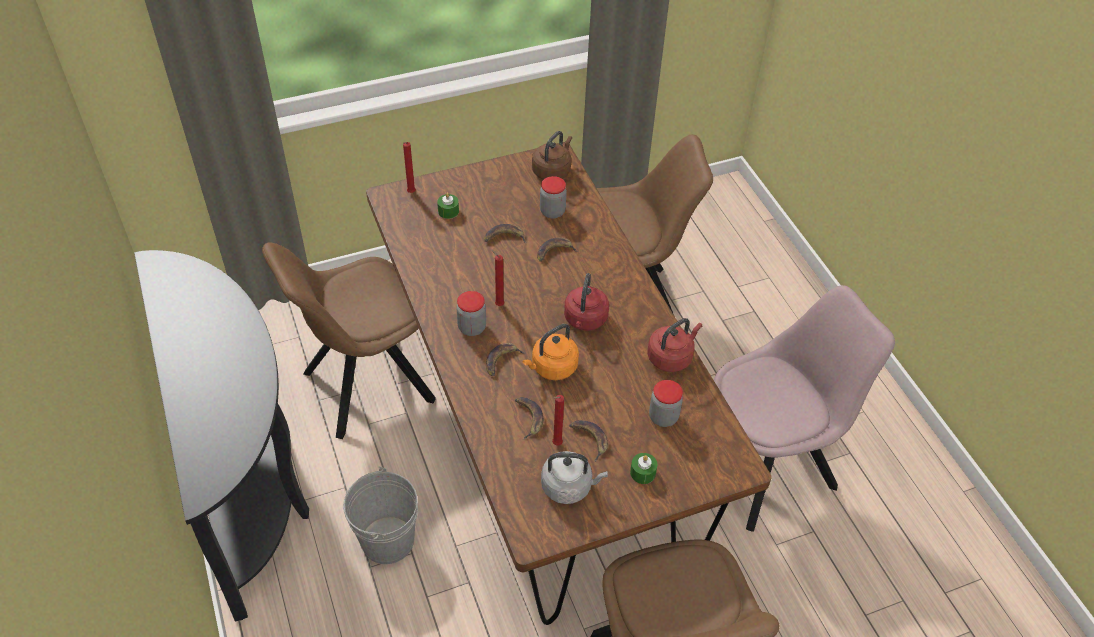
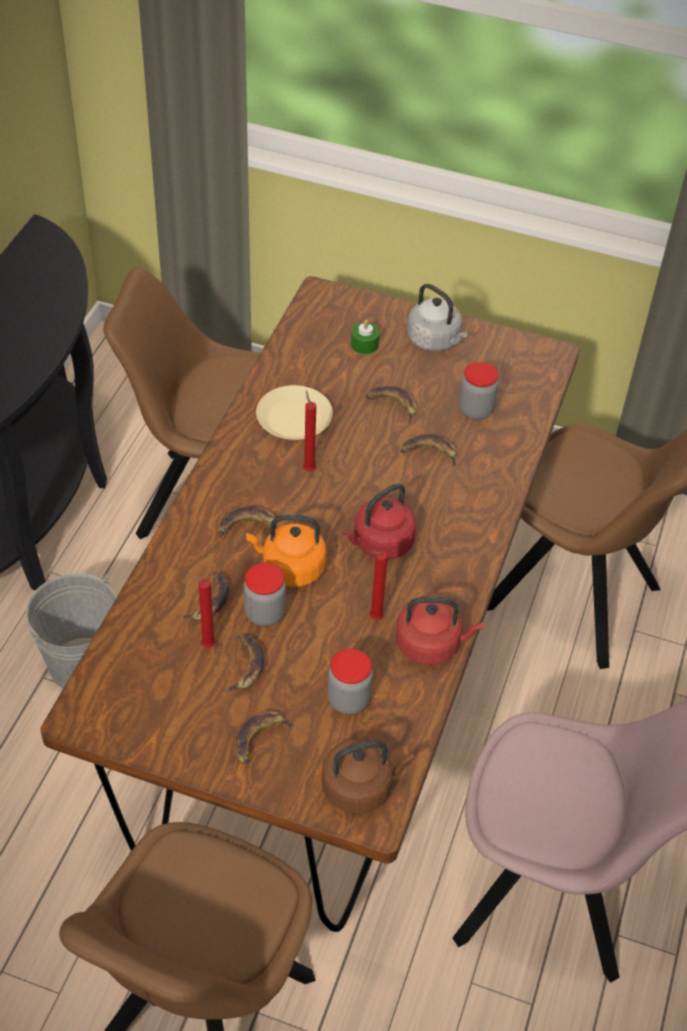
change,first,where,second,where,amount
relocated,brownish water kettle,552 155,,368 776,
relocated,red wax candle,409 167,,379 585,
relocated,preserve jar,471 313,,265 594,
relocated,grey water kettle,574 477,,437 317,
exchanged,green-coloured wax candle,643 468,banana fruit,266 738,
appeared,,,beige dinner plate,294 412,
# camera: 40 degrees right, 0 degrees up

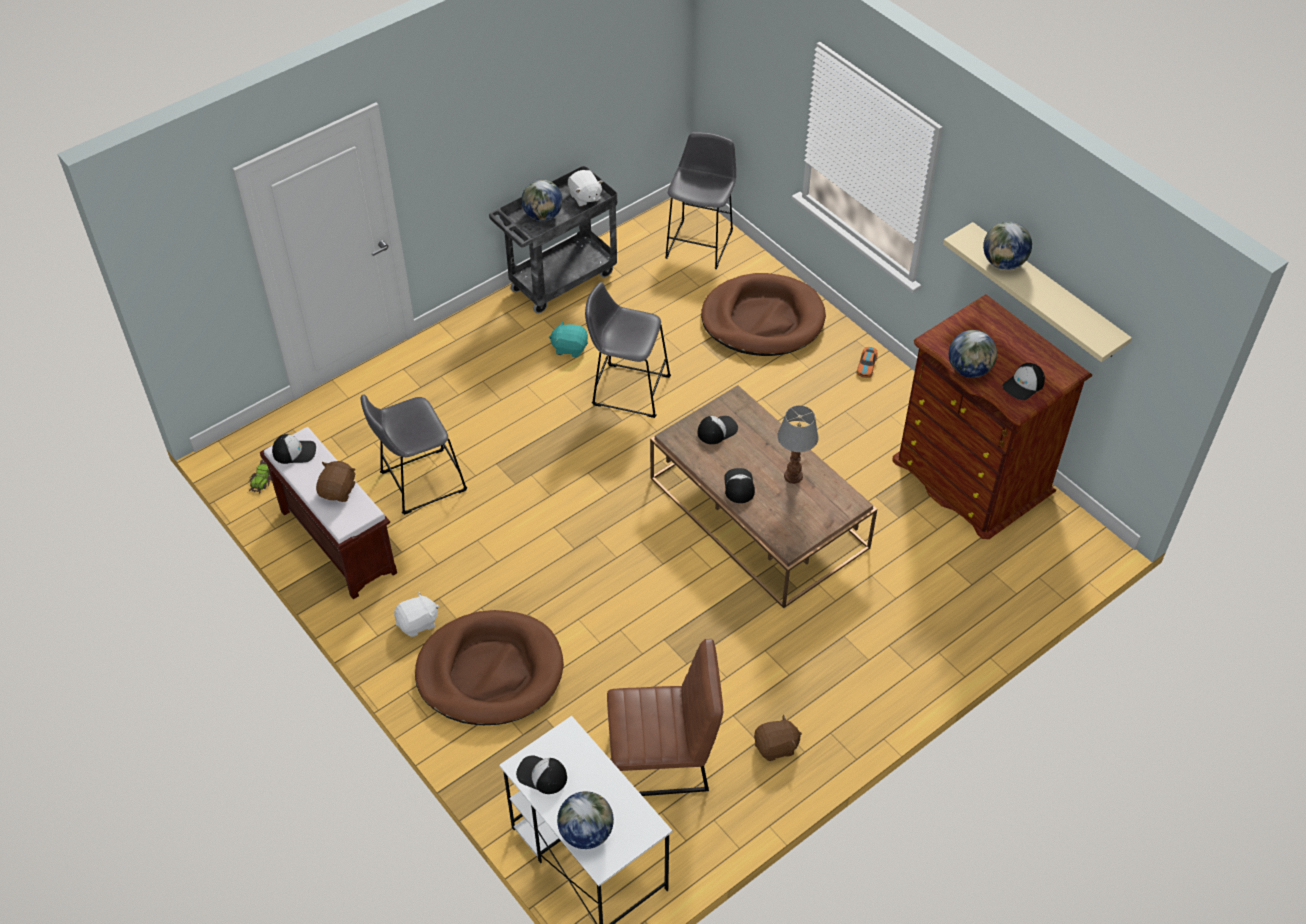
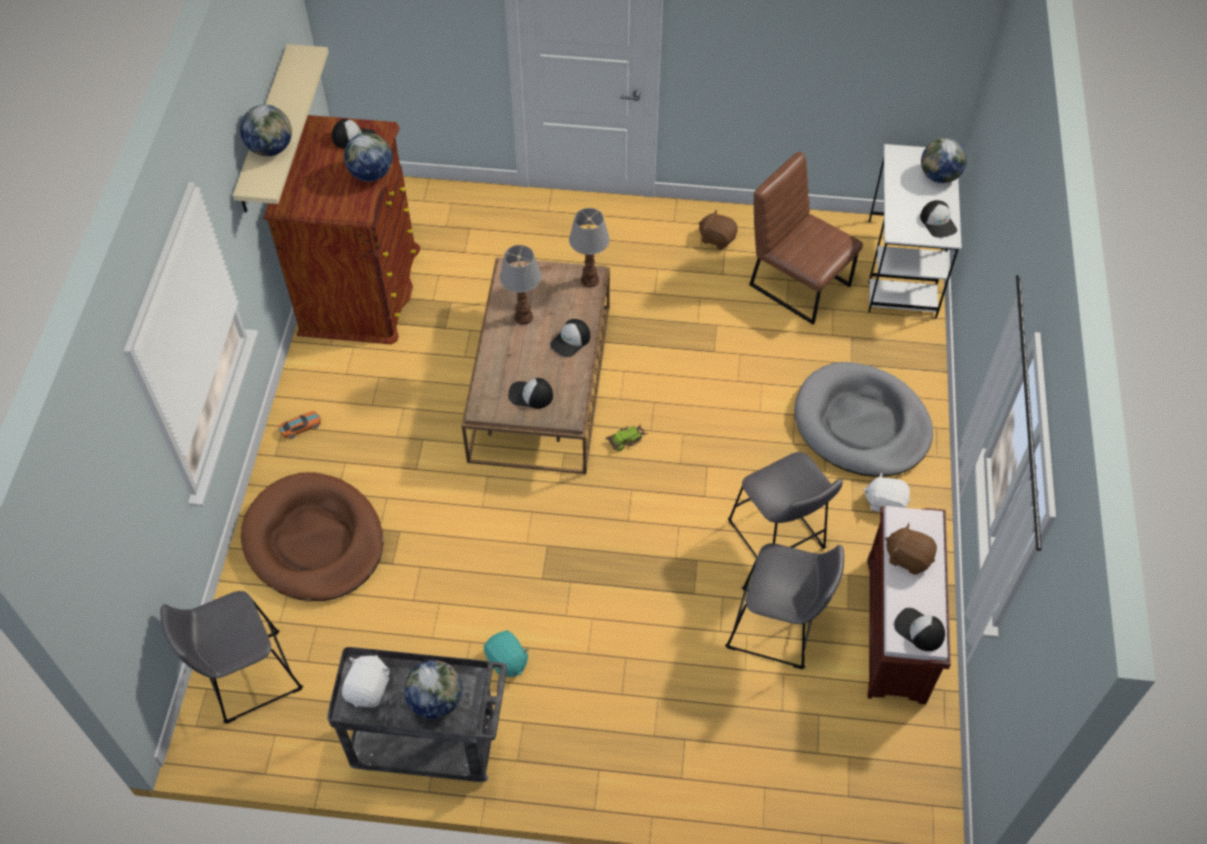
change,first,where,second,where,amount
relocated,grey stool seat,628 350,,785 505,
relocated,toy car,260 477,,627 437,
spun,brownish plush toy,336 481,,911 548,60 degrees clockwise
colour,brownish dog bed,489 667,grey dog bed,863 419,
appeared,,,tabletop lamp,589 248,
# camera: 135 degrees left, 5 degrees up

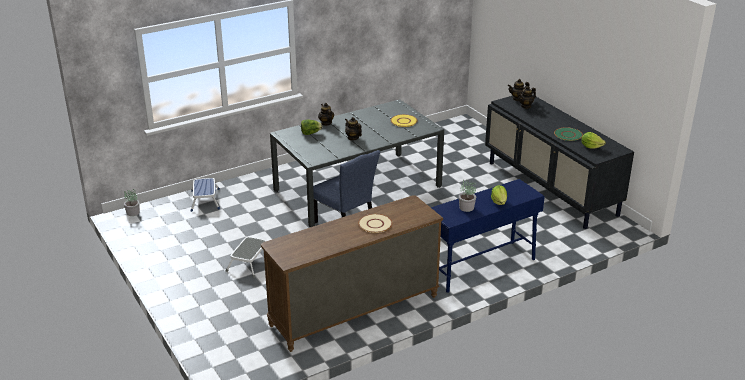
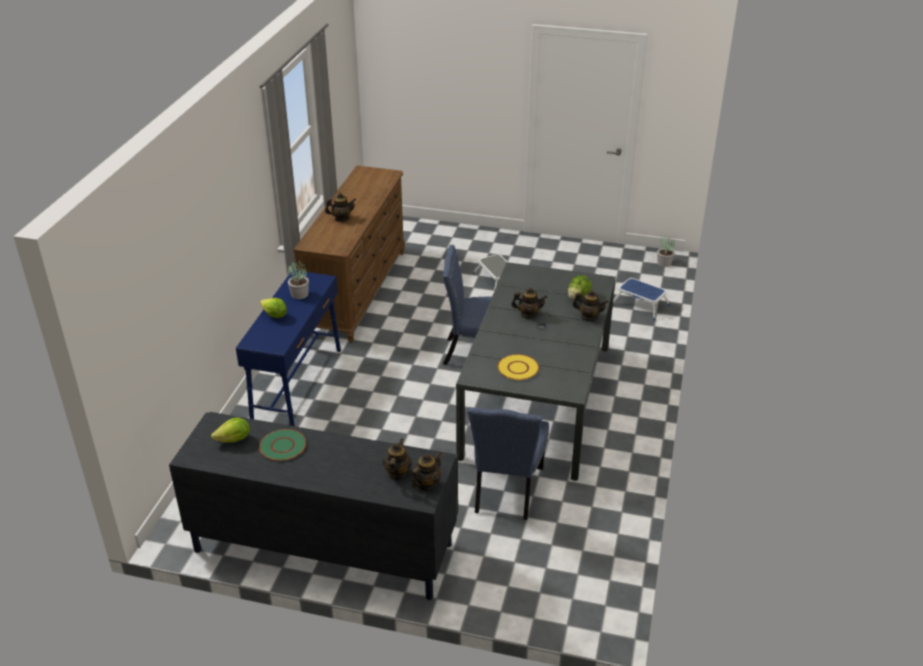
change,first,where,second,where,amount
exchanged,beige dinner plate,375 223,tea pot,340 207,
appeared,,,blue-coloured upright chair,508 463,
# camera: 135 degrees right, 5 degrees up

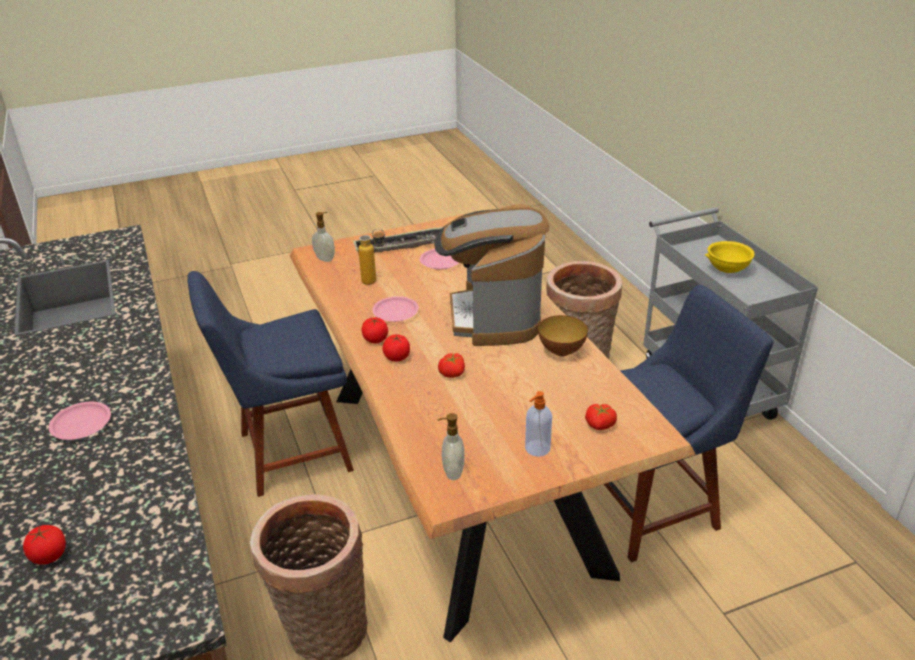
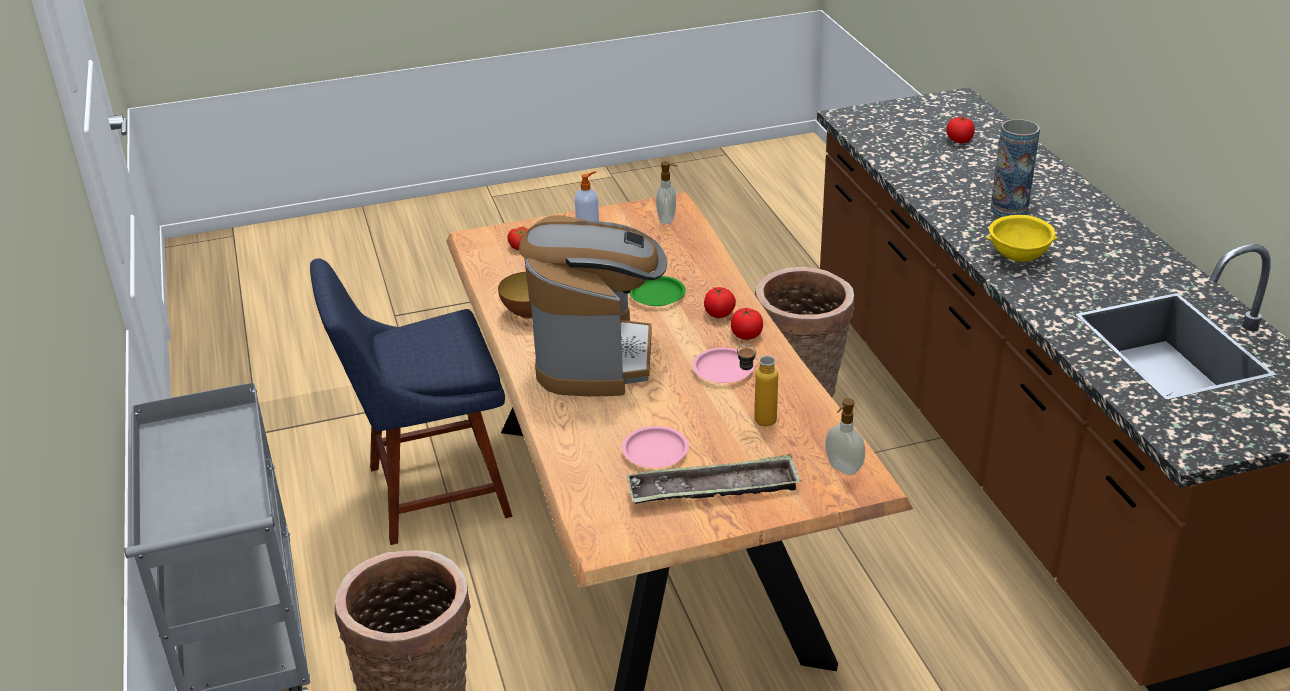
change,first,where,second,where,amount
relocated,yellowish deep dish,730 257,,1022 238,
missing,blue-coloured upright chair,270 384,,,
exchanged,fresh tomato,451 365,green-coloured dinner plate,657 291,
exchanged,pink-coloured dinner plate,80 421,decorative vase,1015 168,
# camera: 175 degrees left, 0 degrees up

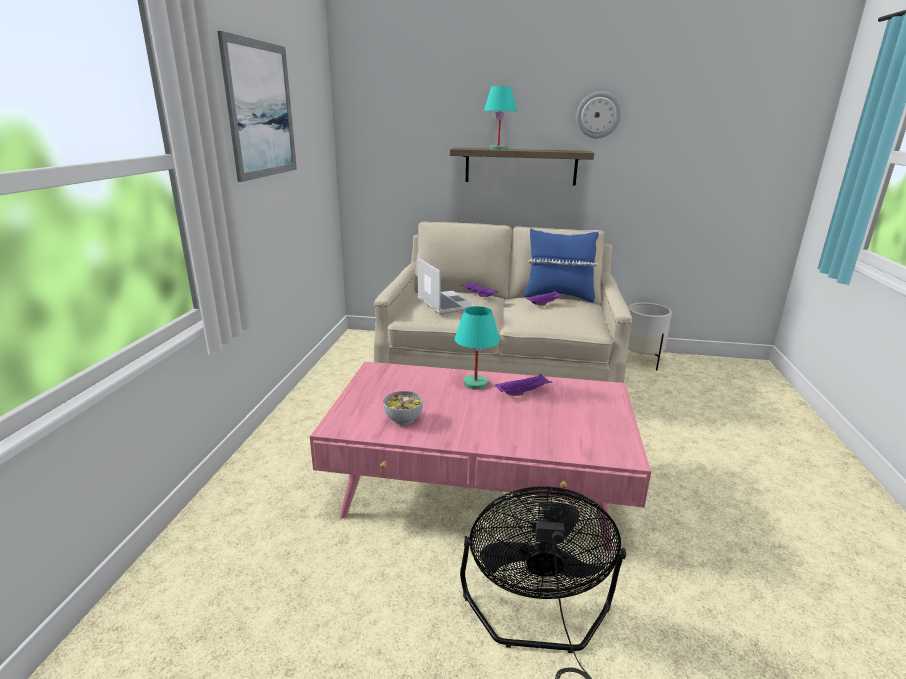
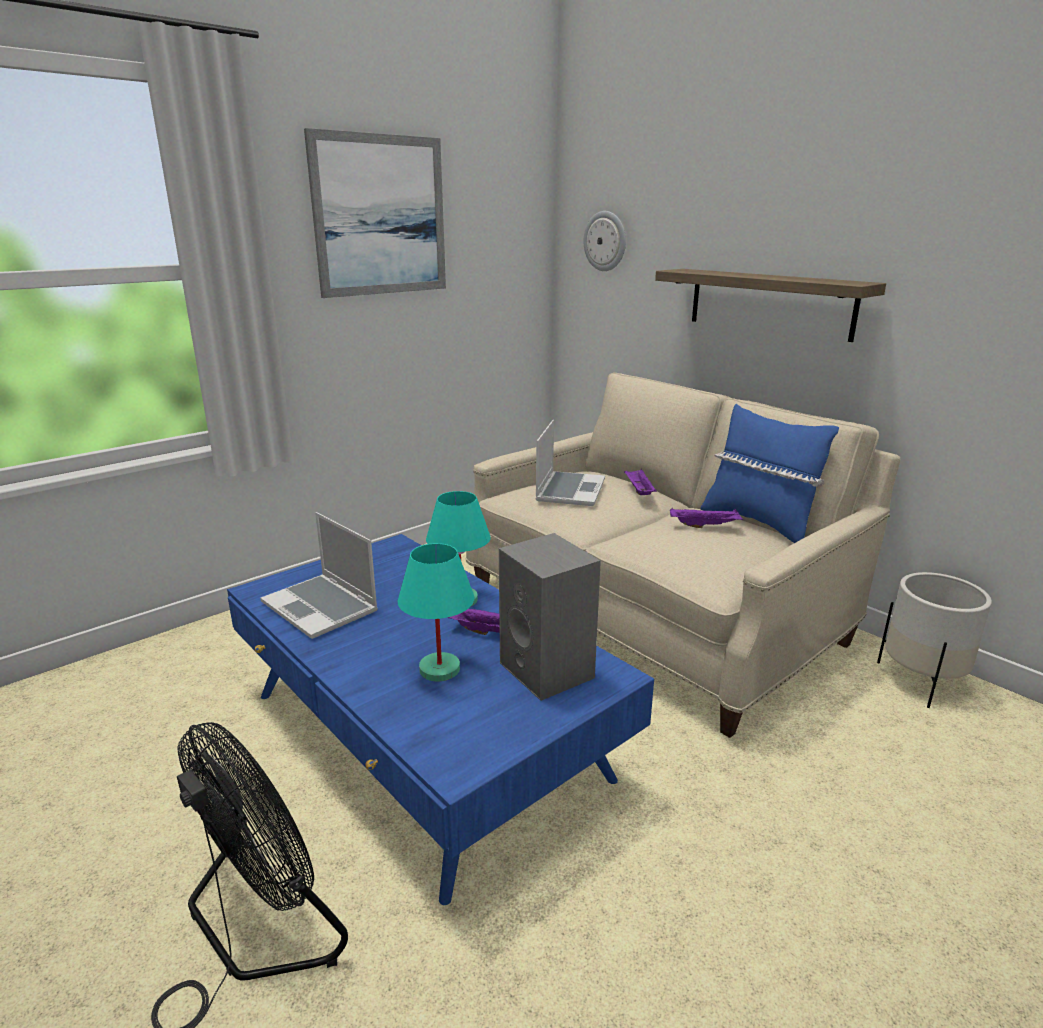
change,first,where,second,where,amount
relocated,turquoise-coloured tabletop lamp,500 118,,436 612,
relocated,wall clock,599 114,,605 241,
colour,pink-coloured low table,480 457,blue-coloured low table,440 719,
exchanged,deep dish,403 408,portable computer,319 575,
appeared,,,grey loudspeaker,550 617,
# camera: 40 degrees right, 0 degrees up

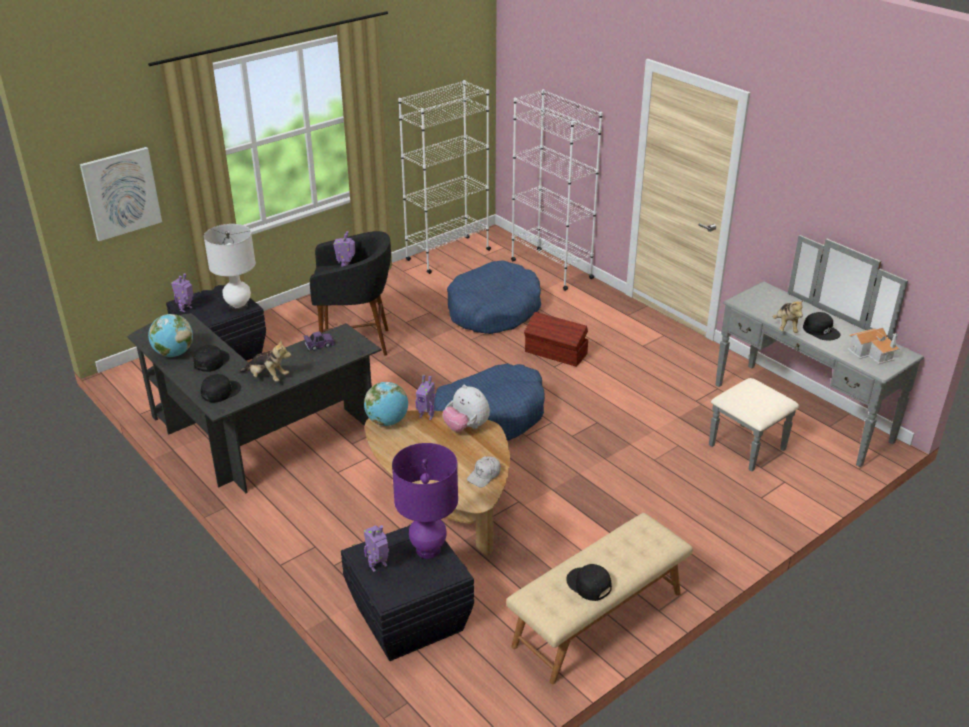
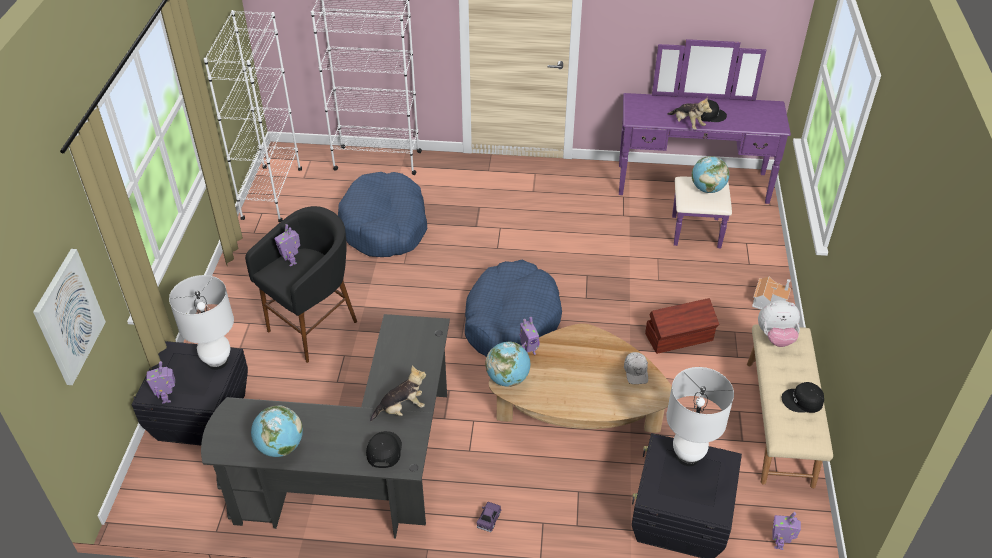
change,first,where,second,where,amount
colour,grey drawer chest,816 353,purple drawer chest,705 143,
relocated,brownish storage container,556 339,,682 326,
relocated,model house,873 346,,771 292,
relocated,purple toy car,318 341,,488 517,
missing,blackish peaked cap,211 358,,,
relocated,plush toy,466 408,,779 323,
colour,purple tabletop lamp,425 501,white-coloured tabletop lamp,700 416,
relocated,model robot,376 548,,786 531,
appeared,,,globe,710 174,
# camera: 45 degrees left, 10 degrees up

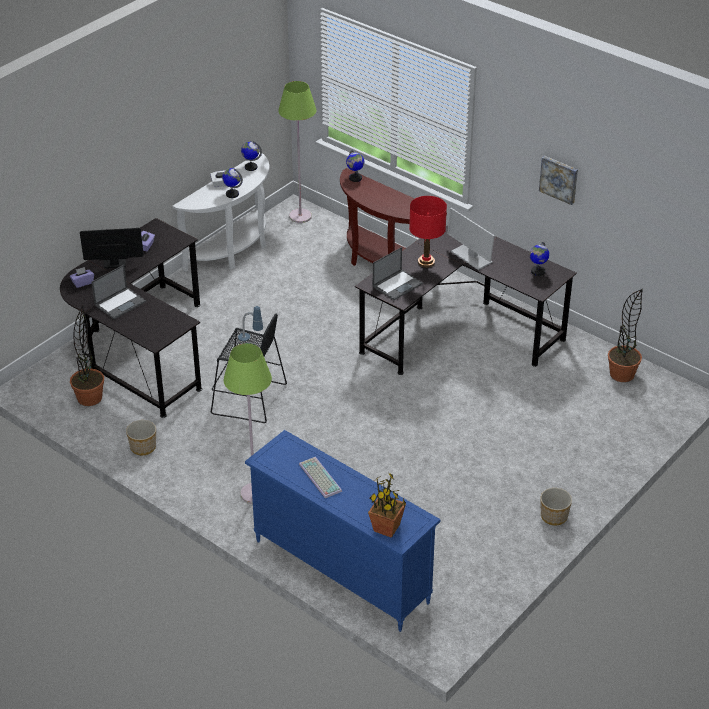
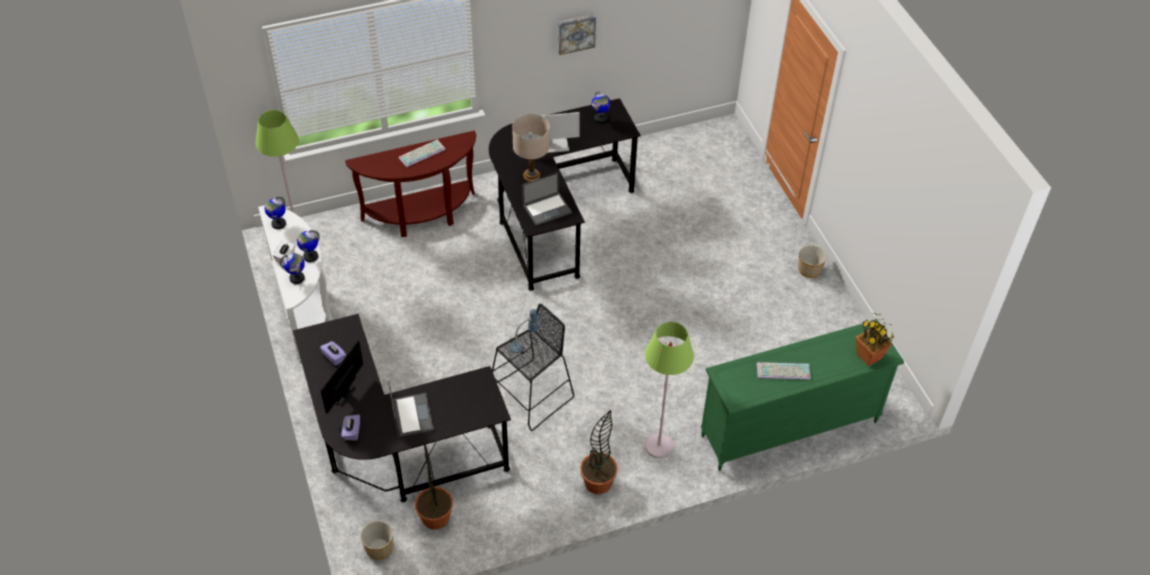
change,first,where,second,where,amount
relocated,globe,355 166,,292 268,
colour,red tabletop lamp,428 232,beige tabletop lamp,531 148,
spun,portable computer,398 273,,547 199,75 degrees clockwise
relocated,houseplant,625 335,,599 452,
relocated,planter,141 437,,376 540,
colour,blue-coloured drawer chest,343 531,green-coloured drawer chest,802 395,
appeared,,,keyboard,422 153,
# camera: 60 degrees left, 10 degrees up

